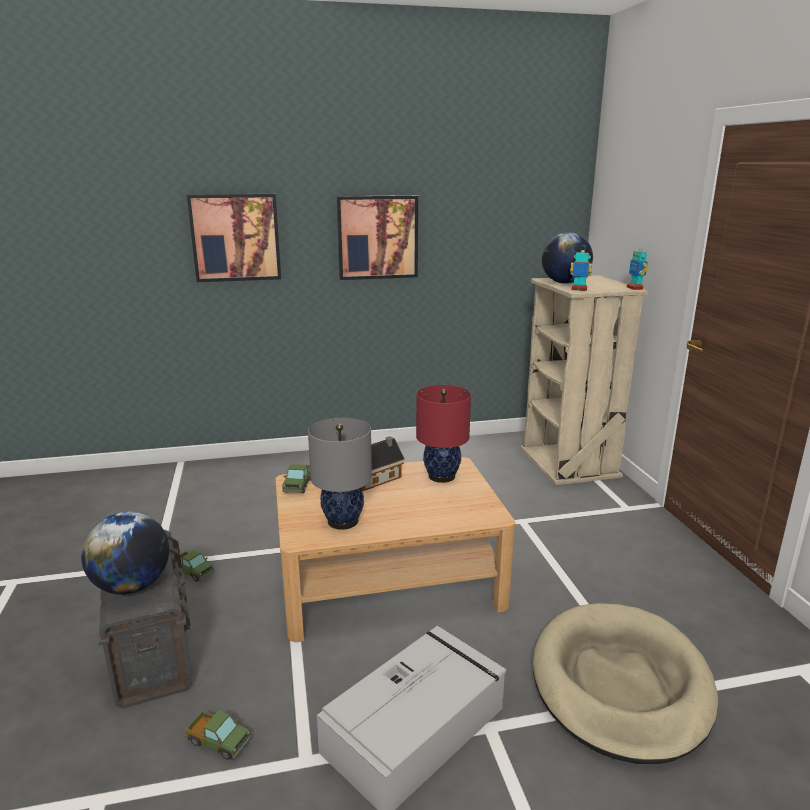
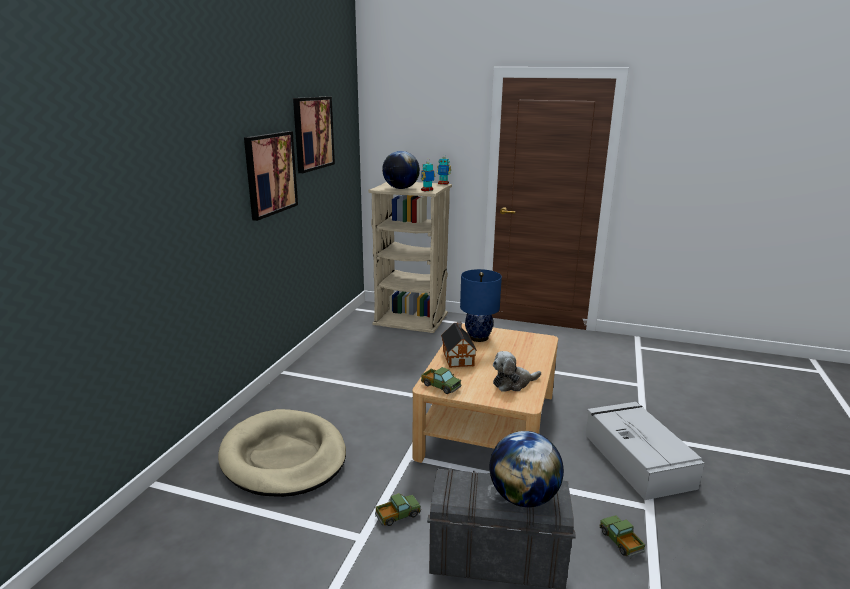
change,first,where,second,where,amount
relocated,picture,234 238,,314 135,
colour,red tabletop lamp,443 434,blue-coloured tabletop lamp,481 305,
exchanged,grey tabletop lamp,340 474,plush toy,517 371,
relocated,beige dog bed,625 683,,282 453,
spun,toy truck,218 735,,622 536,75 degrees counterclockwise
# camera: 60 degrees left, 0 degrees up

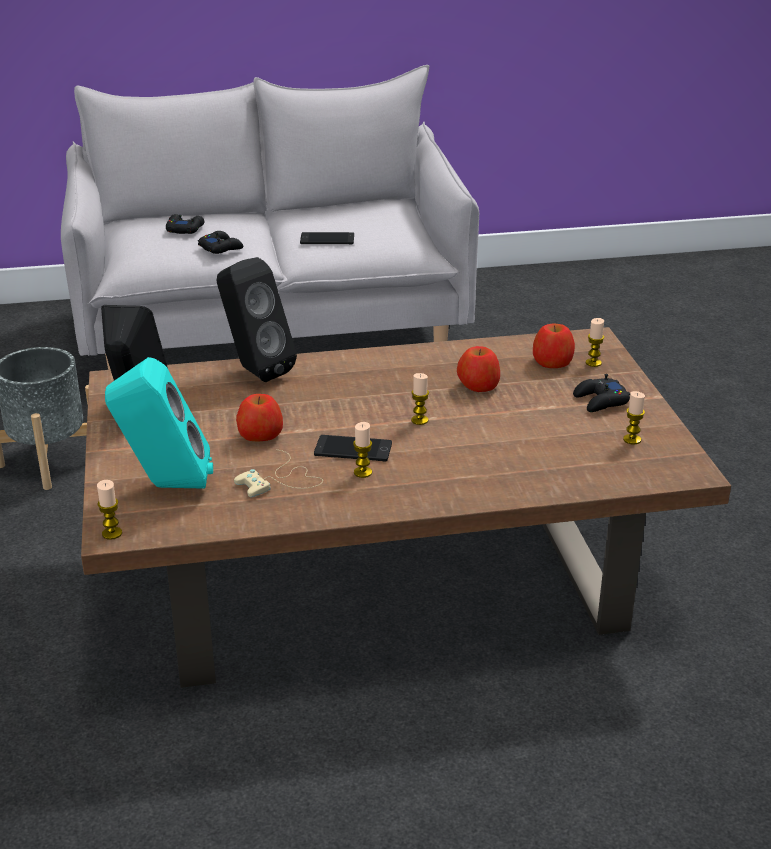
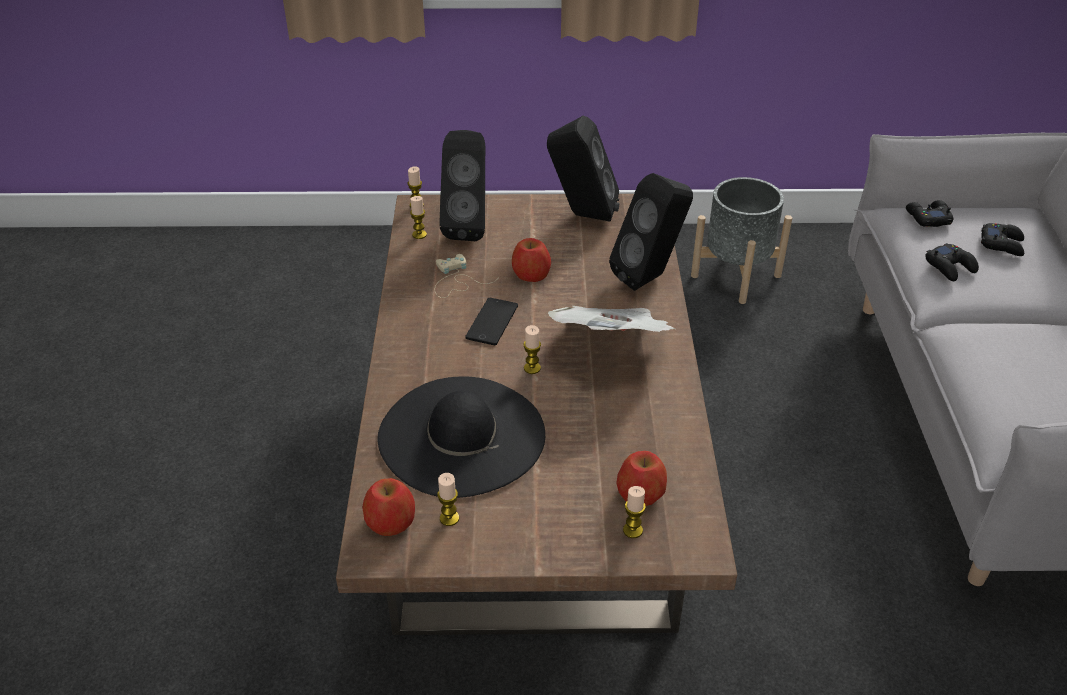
change,first,where,second,where,amount
missing,phone,327 238,,,
relocated,apple,478 369,,388 507,
colour,turquoise-coloured loudspeaker,159 423,blackish loudspeaker,462 185,
relocated,blackish joypad,601 393,,929 213,
relocated,wax candle,362 450,,418 217,
appeared,,,newspaper,611 319,
appeared,,,blackish hat,461 437,
# camera: 100 degrees right, 10 degrees up

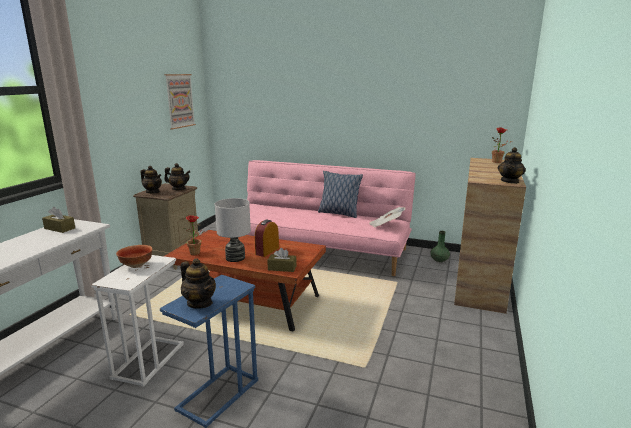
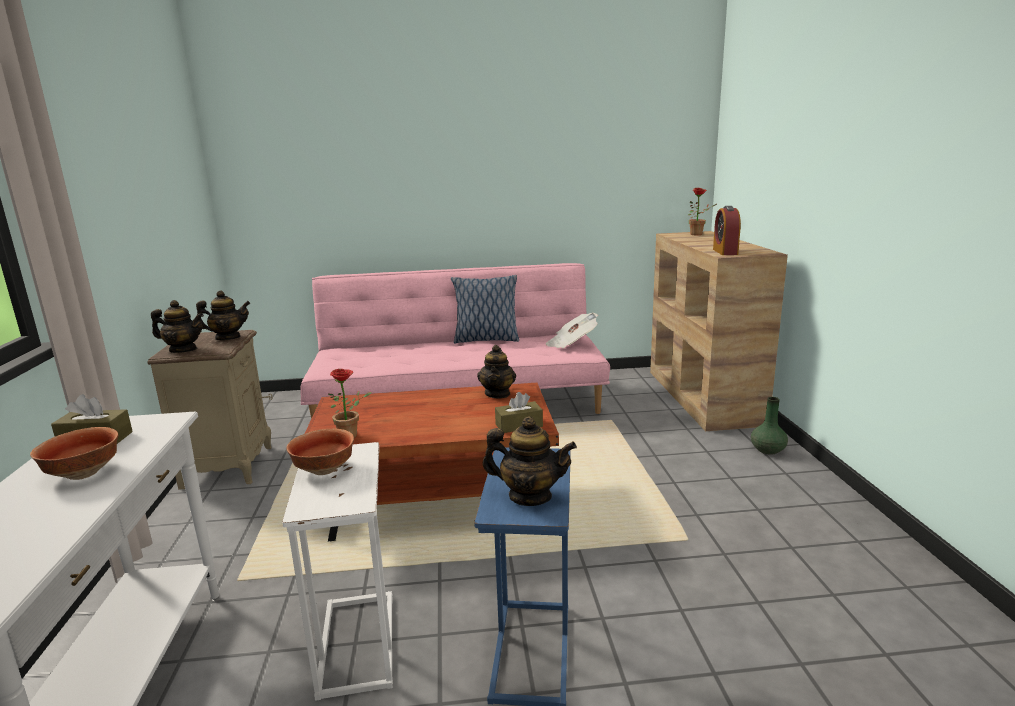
change,first,where,second,where,amount
missing,picture,180 101,,,
relocated,tea pot,512 165,,496 372,
missing,grey tabletop lamp,233 230,,,
relocated,bedside clock,267 238,,727 230,
relocated,green-coloured decorative vase,440 246,,769 426,
appeared,,,deep dish,74 453,
# camera: 25 degrees left, 0 degrees up

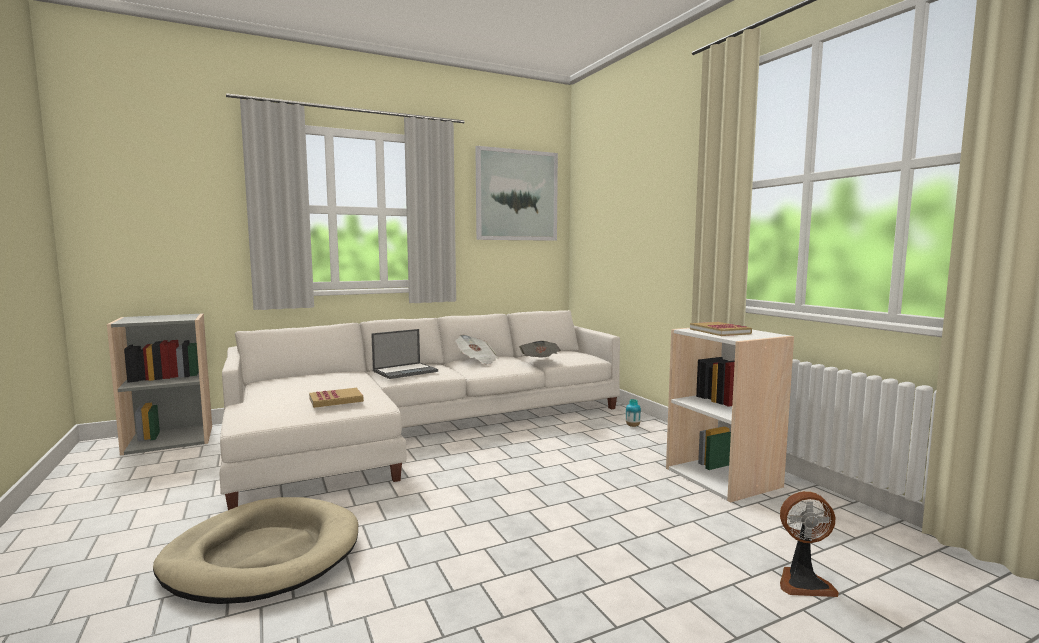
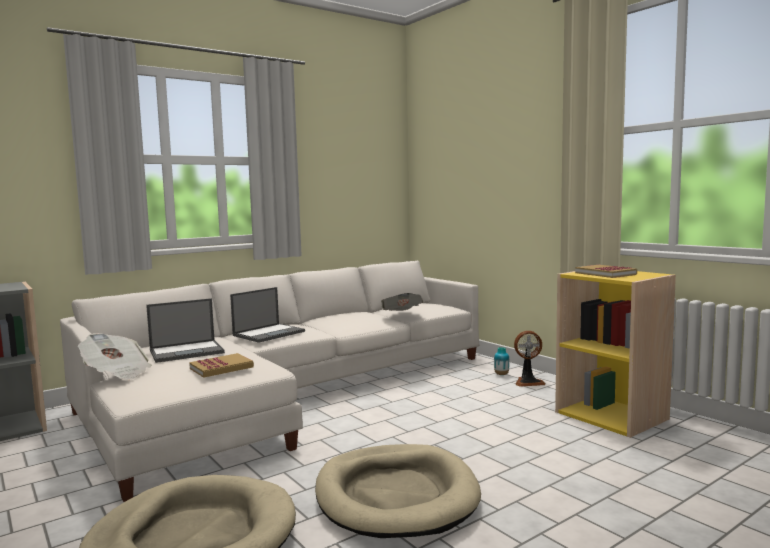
change,first,where,second,where,amount
missing,picture,516 193,,,
colour,white-coloured shelving unit,730 415,yellowish shelving unit,615 354,
relocated,newspaper,477 350,,115 356,
relocated,cooling fan,809 544,,530 359,
appeared,,,portable computer,185 330,
appeared,,,beige dog bed,398 491,
# camera: 10 degrees left, 0 degrees up

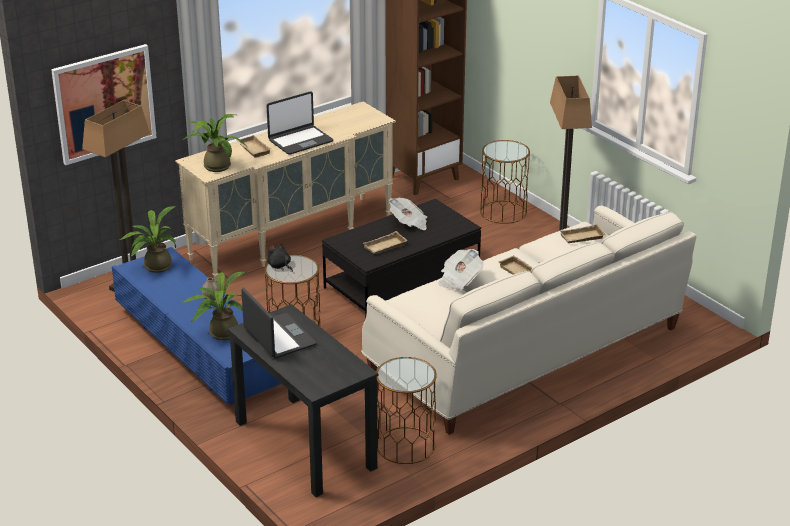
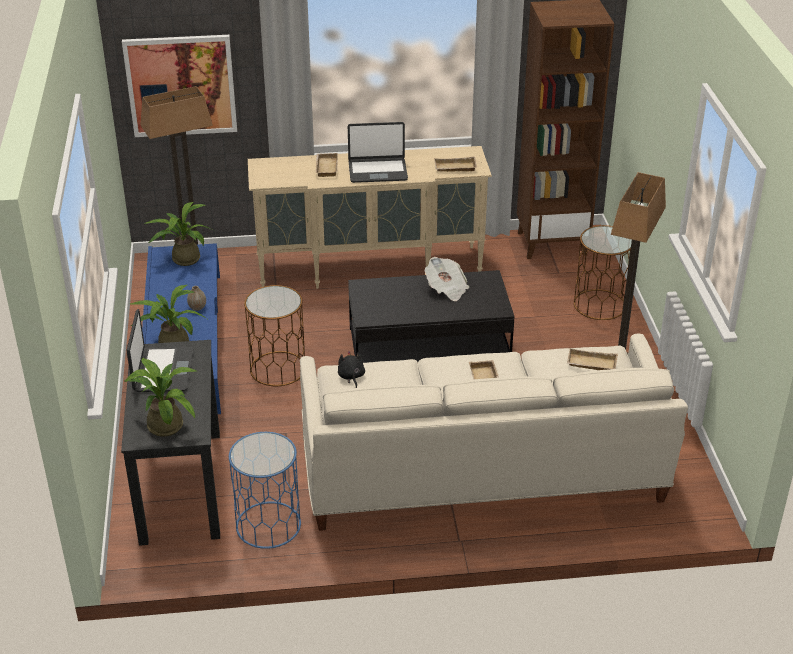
change,first,where,second,where,amount
relocated,houseplant,214 143,,161 397,
relocated,beige serving tray,385 242,,455 164,
relocated,blackish plush toy,280 257,,351 369,
missing,newspaper,461 269,,,
colour,brownish side table,406 410,blue-coloured side table,265 490,
# camera: 30 degrees right, 5 degrees up

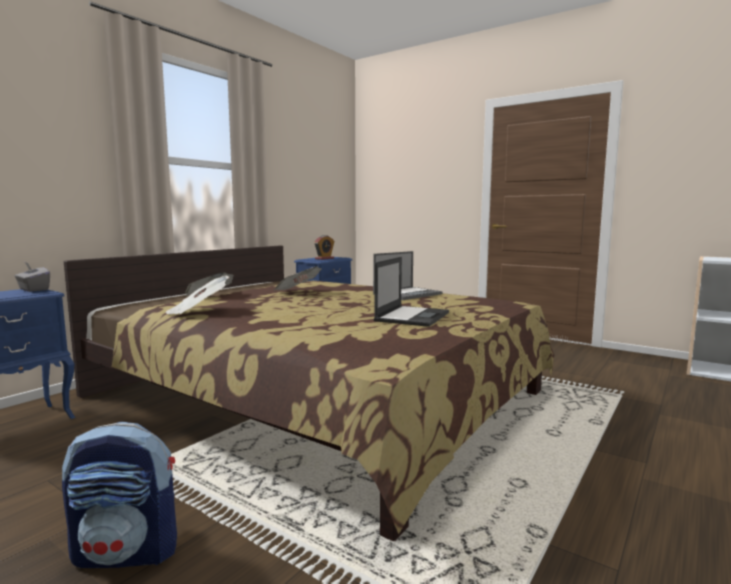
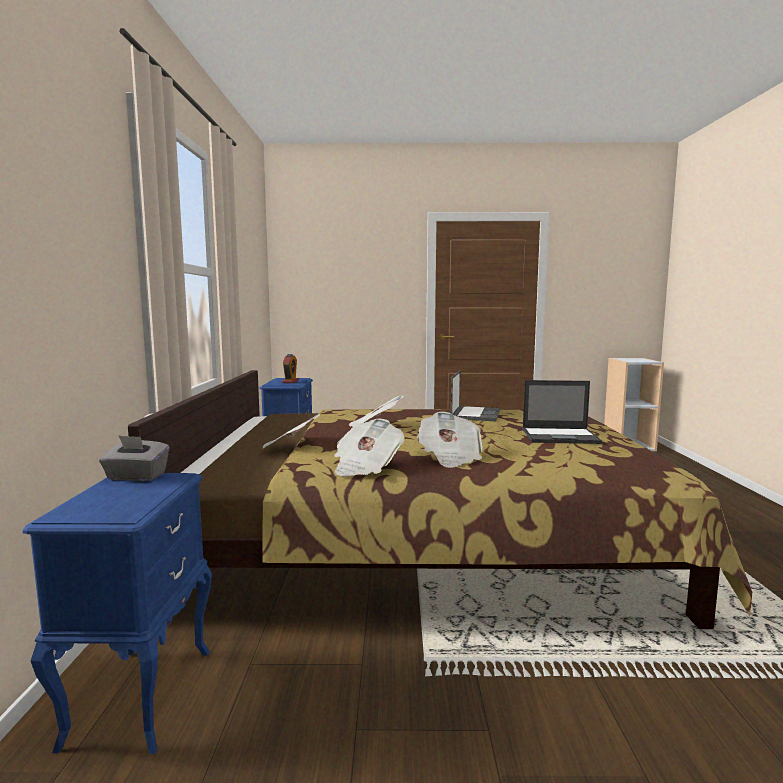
change,first,where,second,where,amount
spun,portable computer,411 292,,562 412,105 degrees clockwise
missing,backpack,119 495,,,
appeared,,,newspaper,450 440,
# camera: 35 degrees left, 0 degrees up

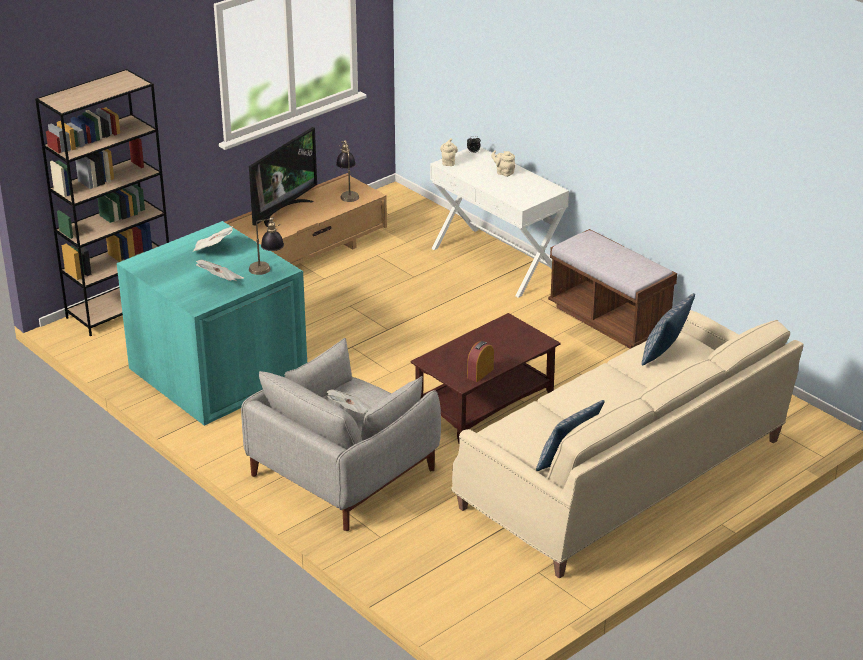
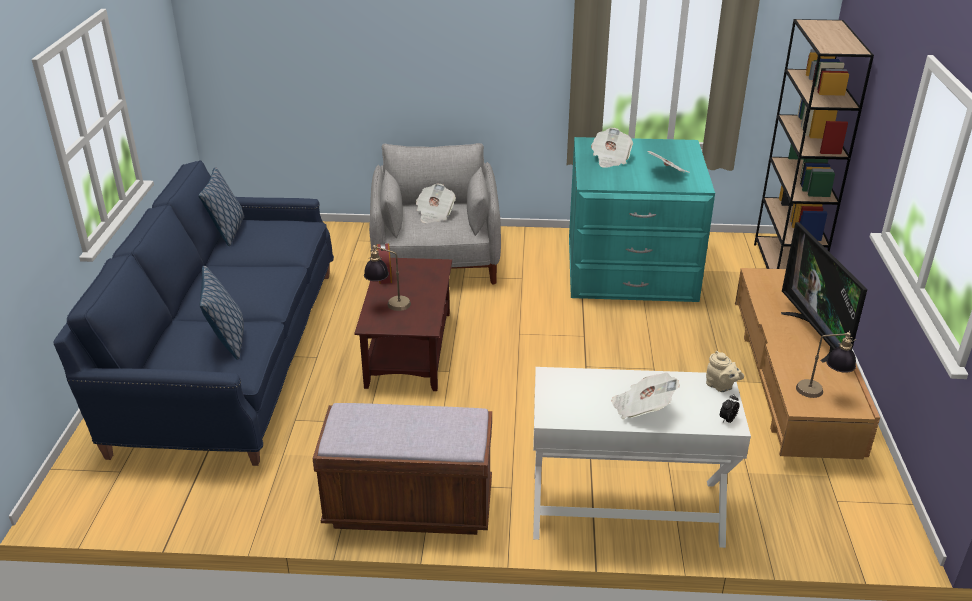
change,first,where,second,where,amount
exchanged,beige tea pot,503 163,newspaper,645 396,
relocated,tabletop lamp,266 246,,387 278,
colour,beige couch,627 444,blue-coloured couch,193 313,
# camera: 135 degrees right, 0 degrees up

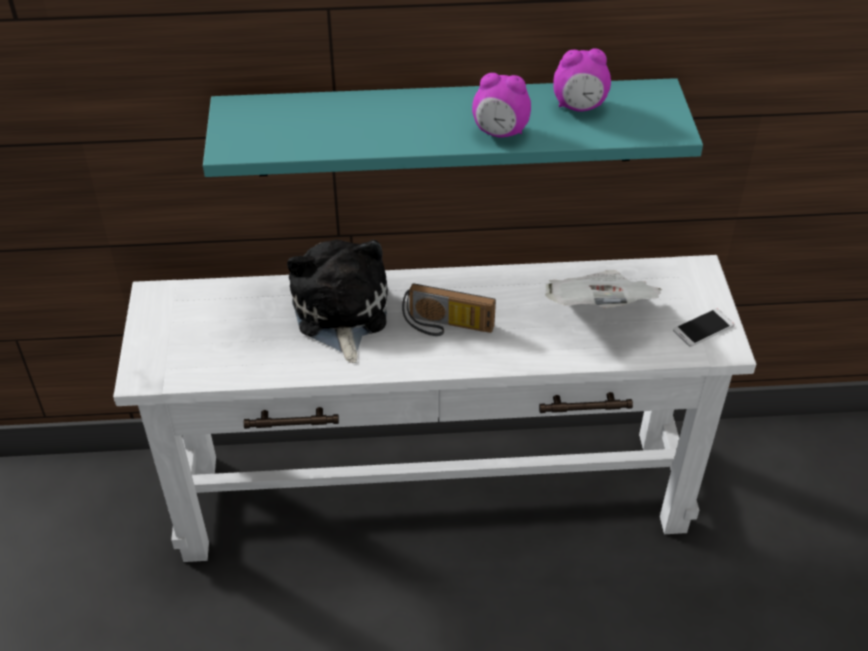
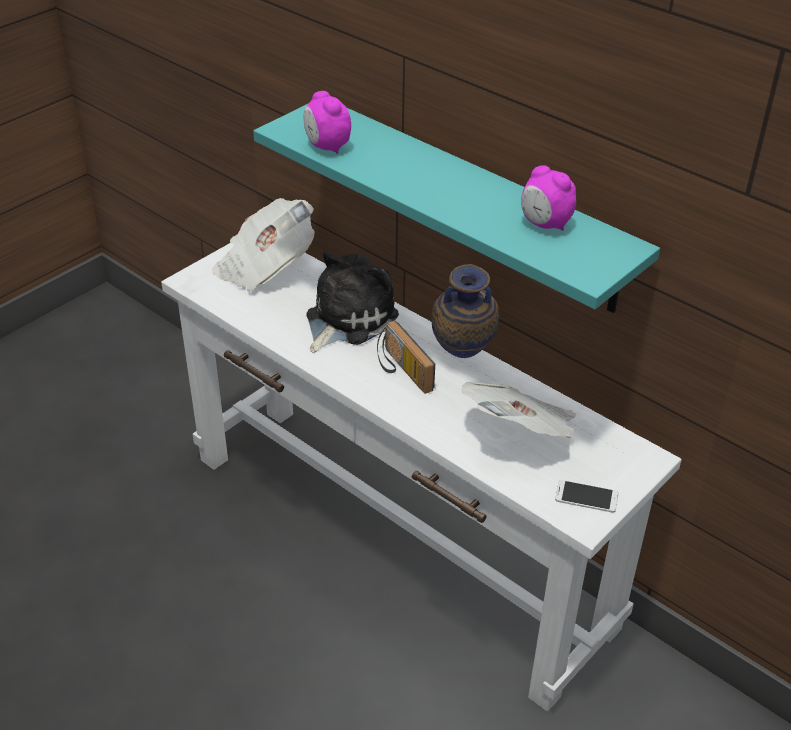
change,first,where,second,where,amount
relocated,bedside clock,501 105,,327 122,
appeared,,,newspaper,263 244,
appeared,,,decorative vase,465 311,
# camera: 45 degrees right, 5 degrees down

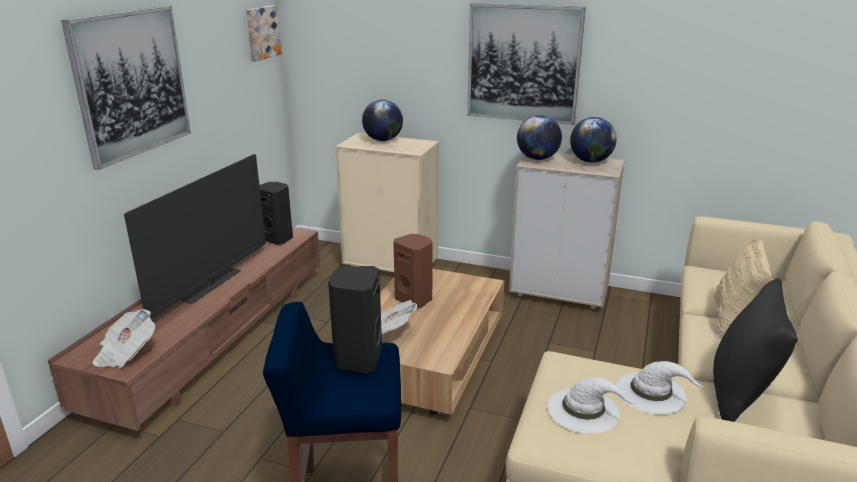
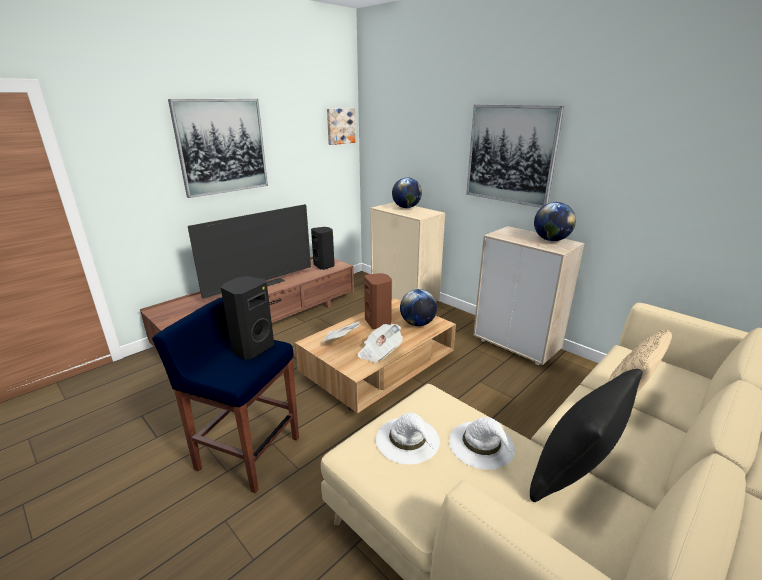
change,first,where,second,where,amount
relocated,globe,539 137,,418 307,
relocated,newspaper,123 338,,380 343,
# camera: 25 degrees right, 0 degrees up

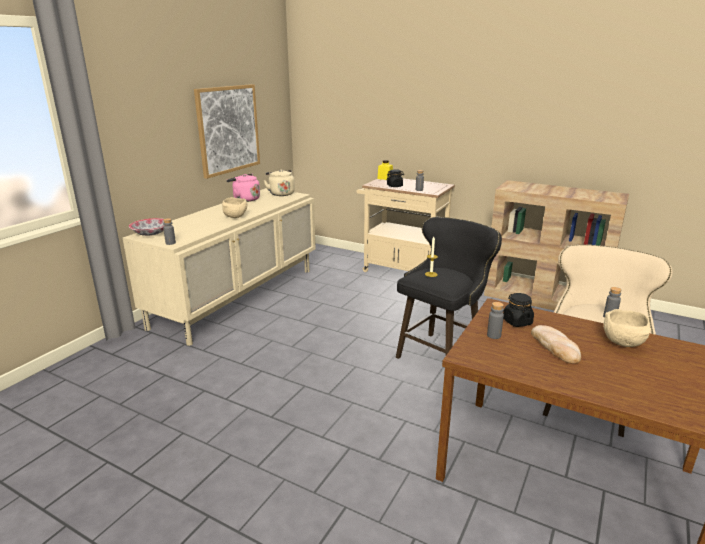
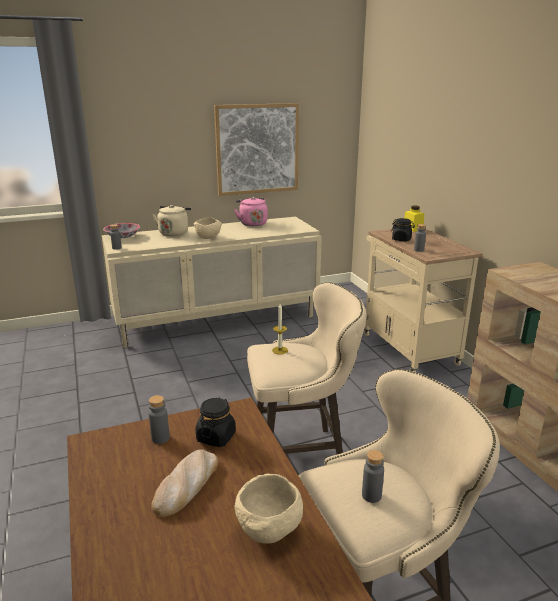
change,first,where,second,where,amount
relocated,beige water kettle,279 182,,171 220,
colour,blackish stool seat,449 288,beige stool seat,307 368,
# camera: 40 degrees right, 0 degrees up

